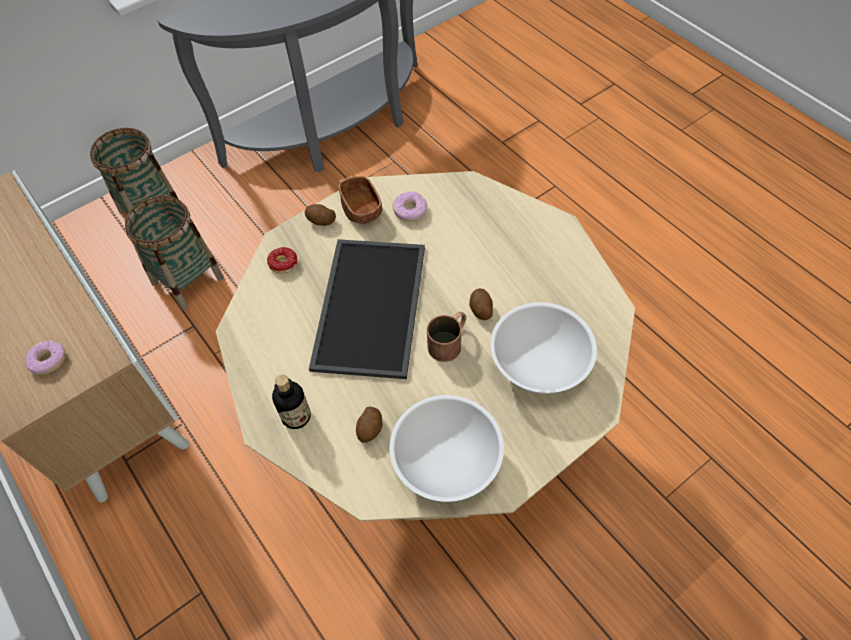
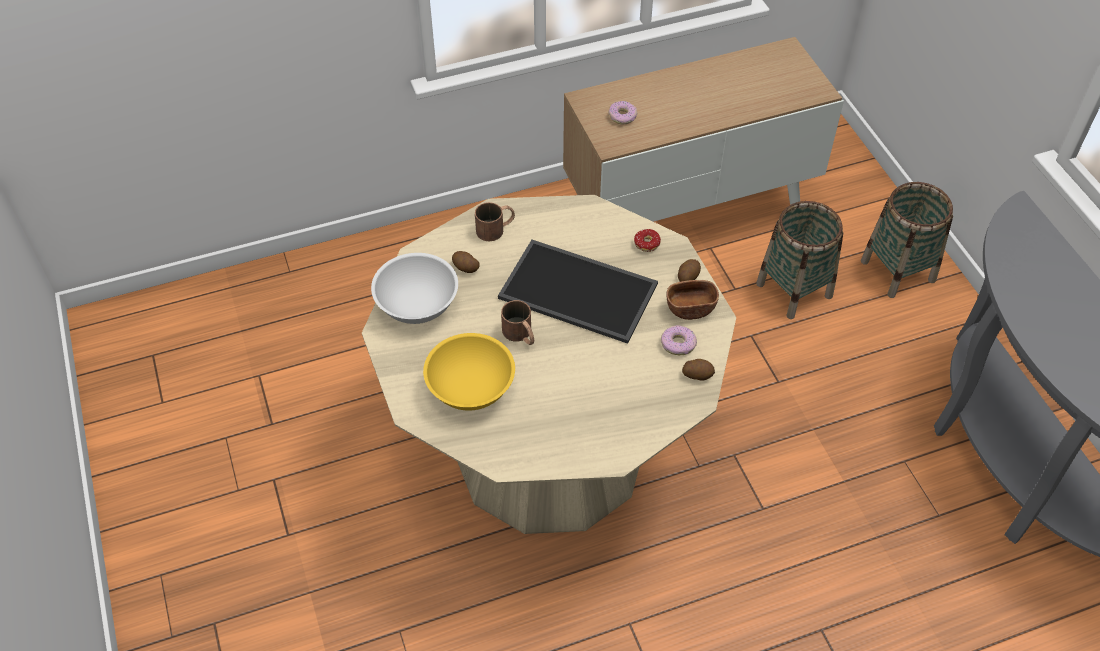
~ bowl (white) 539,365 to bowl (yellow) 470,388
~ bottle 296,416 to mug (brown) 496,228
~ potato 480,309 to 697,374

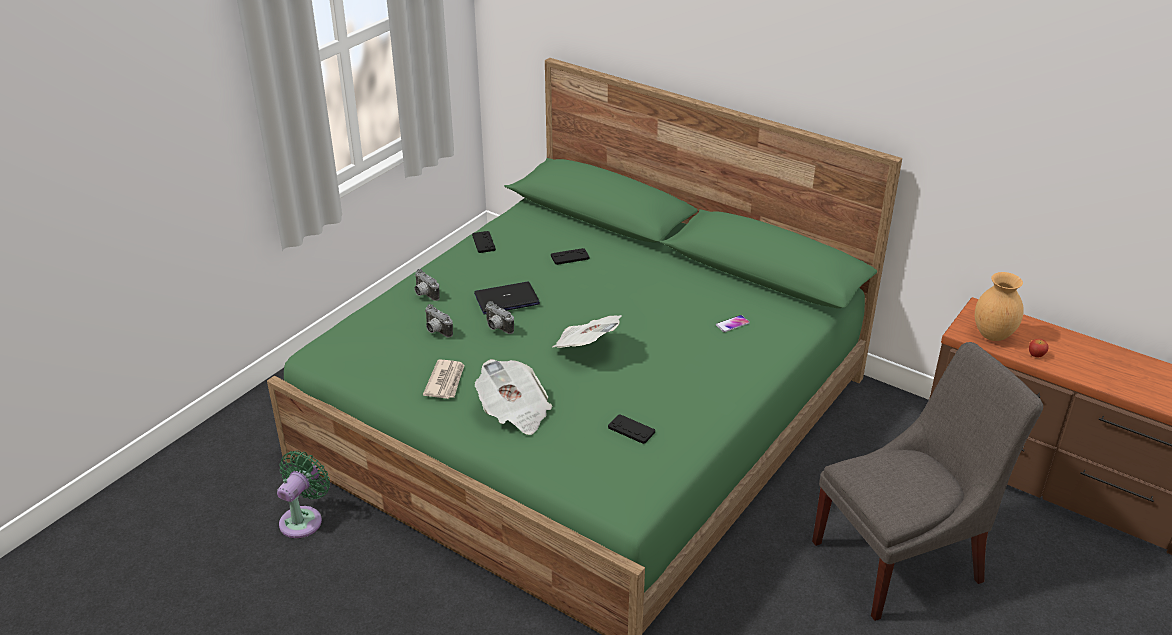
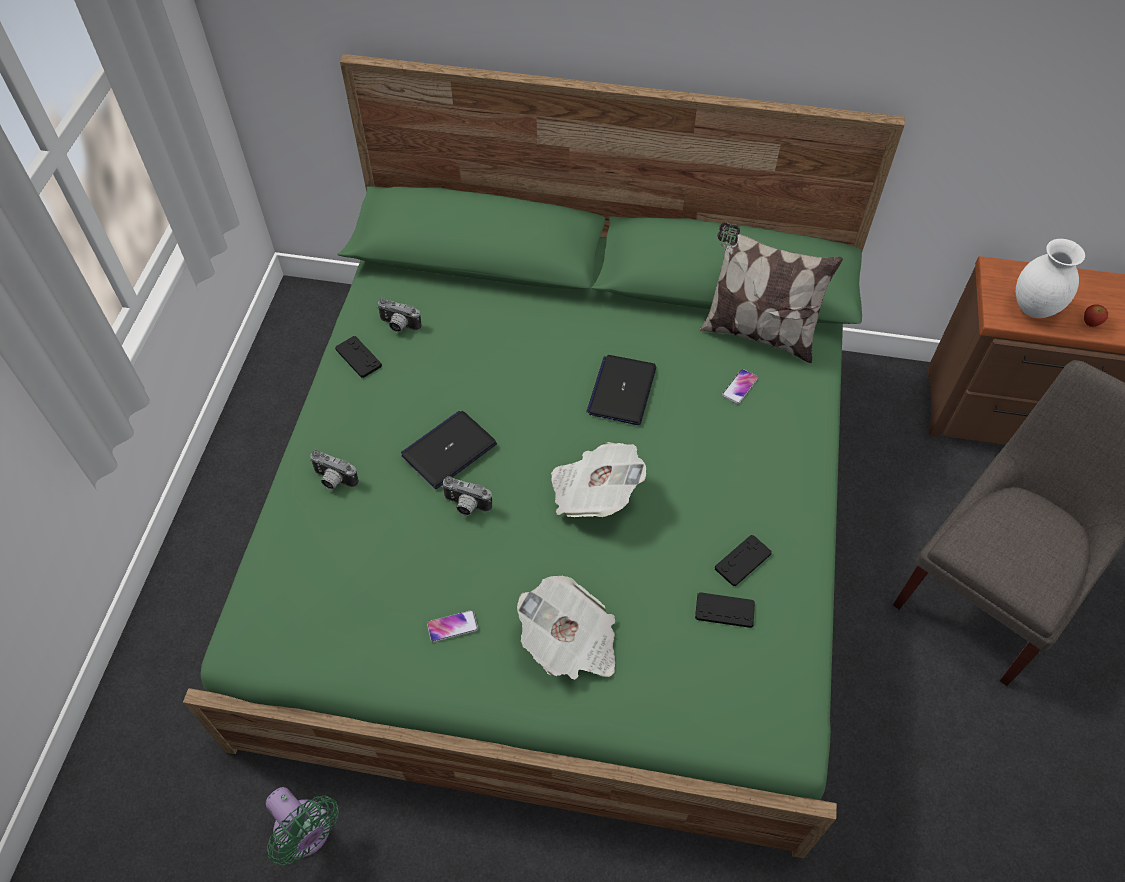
~ fan (green) 303,519 = 306,834 135 degrees clockwise
~ photo camera 436,331 to 398,326
~ newspaper 446,381 to phone 452,626
+ laptop 622,390
+ pillow 757,333
~ game controller (black) 570,257 to 742,561
~ vase (brown) 992,335 to vase (white) 1032,308

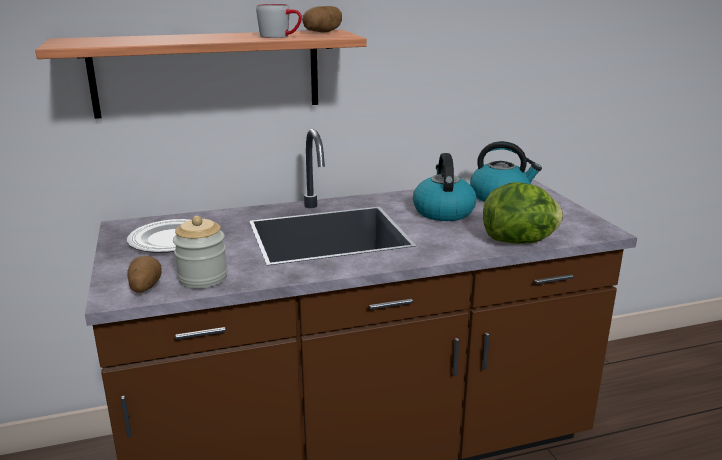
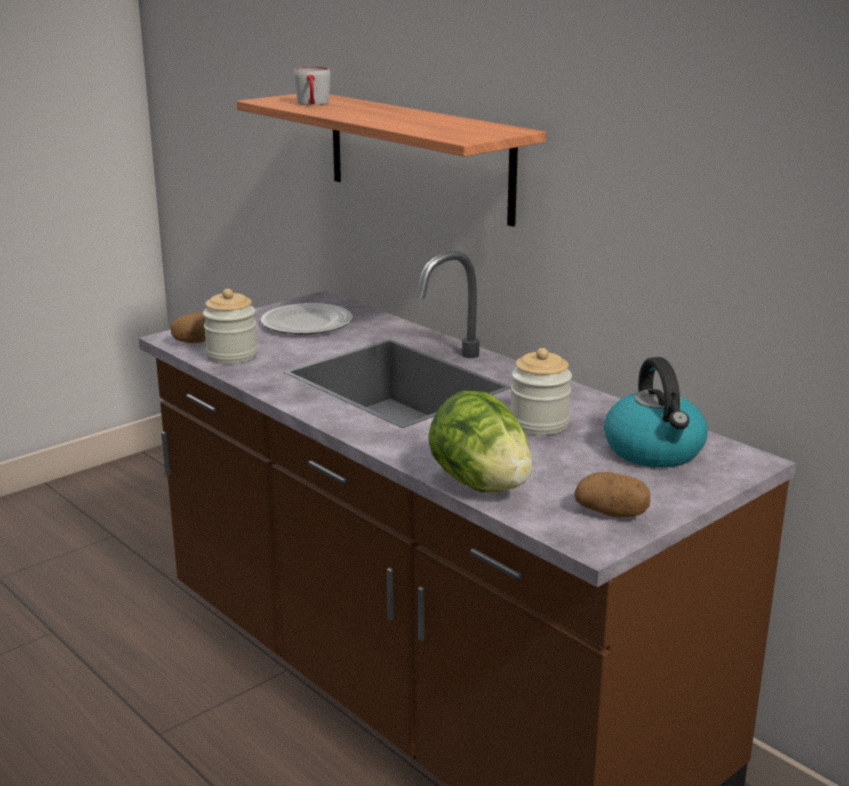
~ mug (grey) 281,36 to 313,104
~ kettle 443,211 to jar 539,424
~ potato 322,32 to 612,513

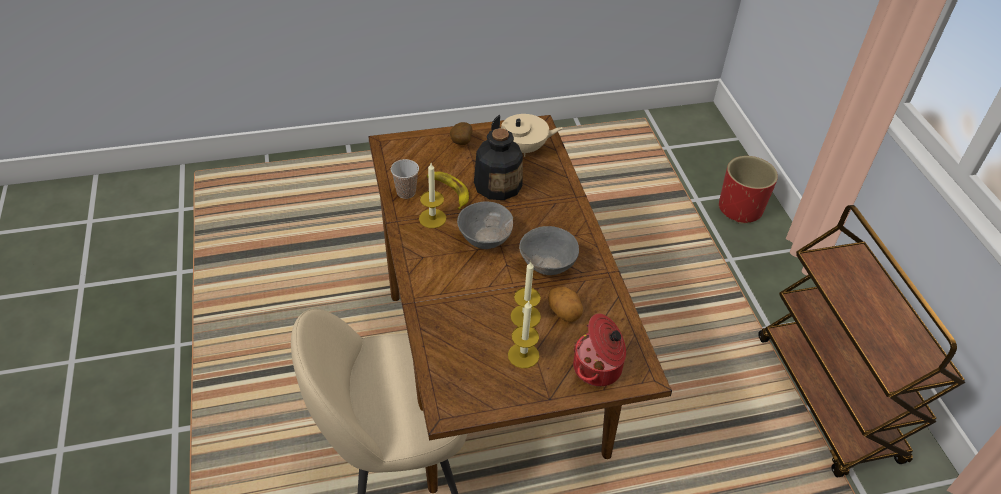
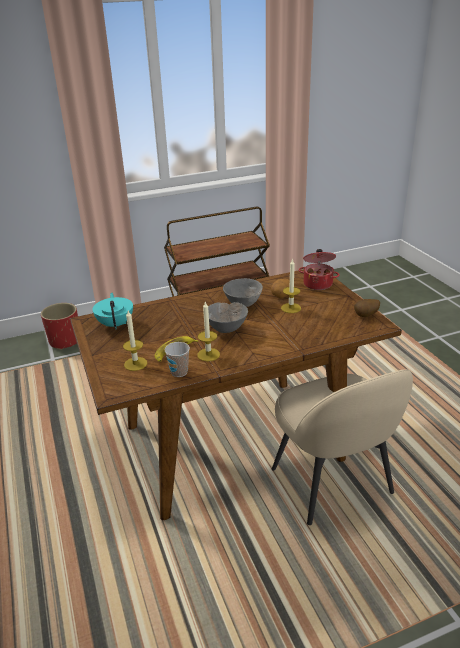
~ teapot (beige) 524,148 to teapot (turquoise) 116,324
~ candle 523,355 to 135,364
~ potato 460,143 to 366,316
- bottle 498,184

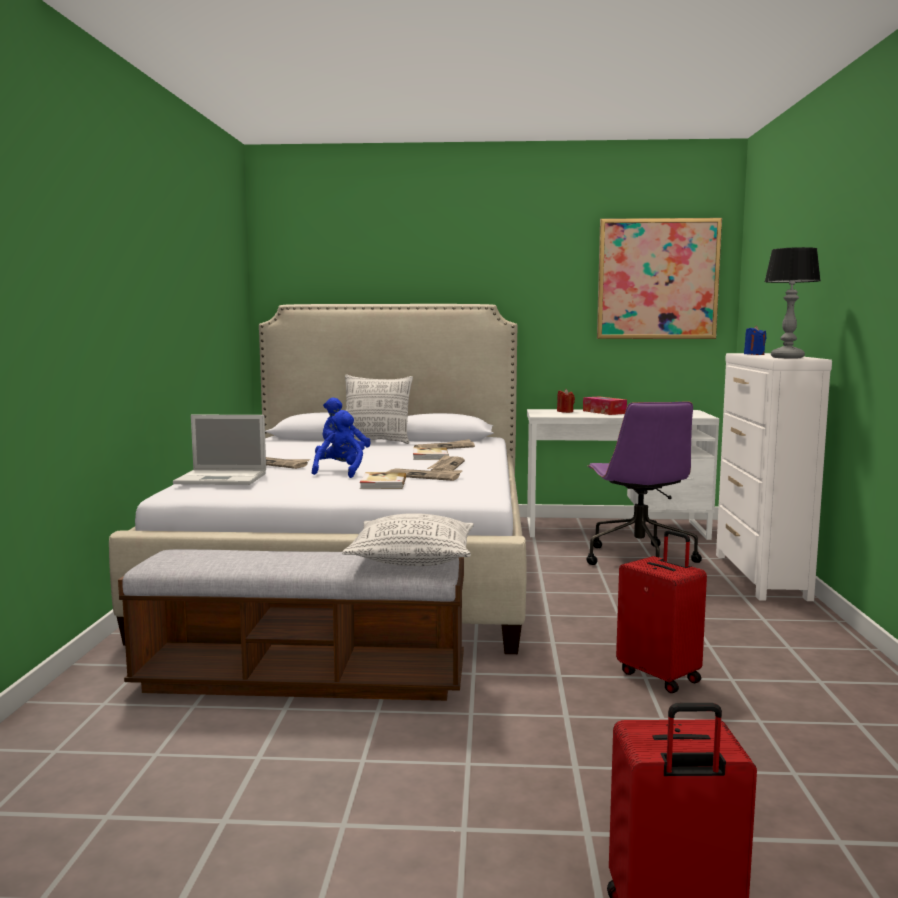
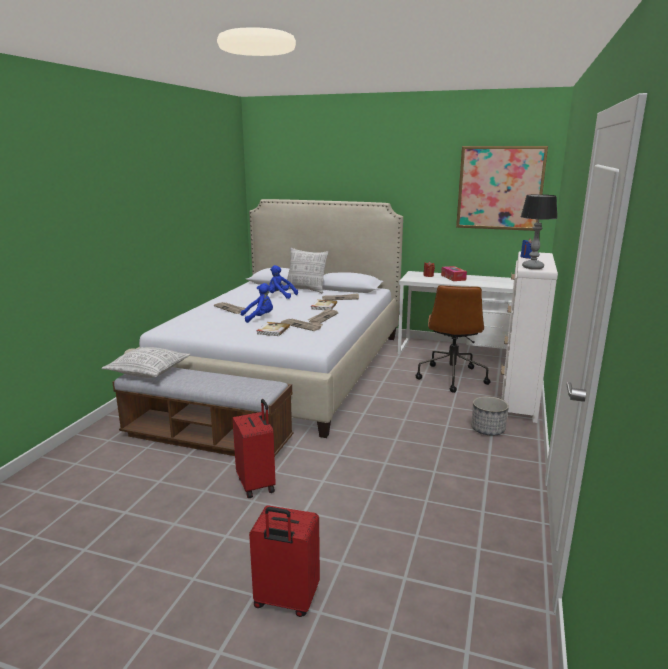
~ pillow 413,559 to 149,371
~ suitcase (red) 660,676 to 257,484
~ plush toy (blue) 339,472 = 259,318 45 degrees clockwise
~ office chair (purple) 638,558 to office chair (brown) 451,377
+ planter 488,430
- laptop 223,478

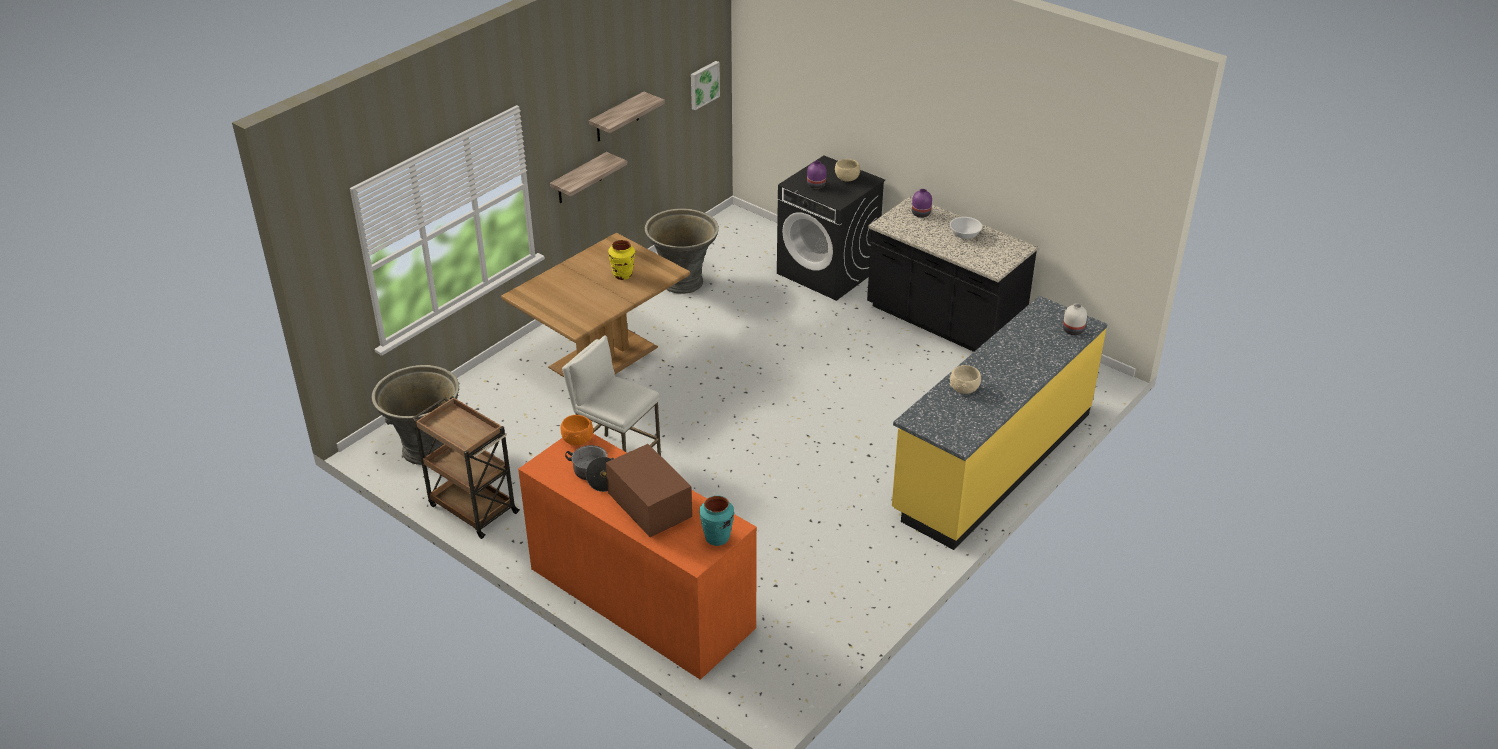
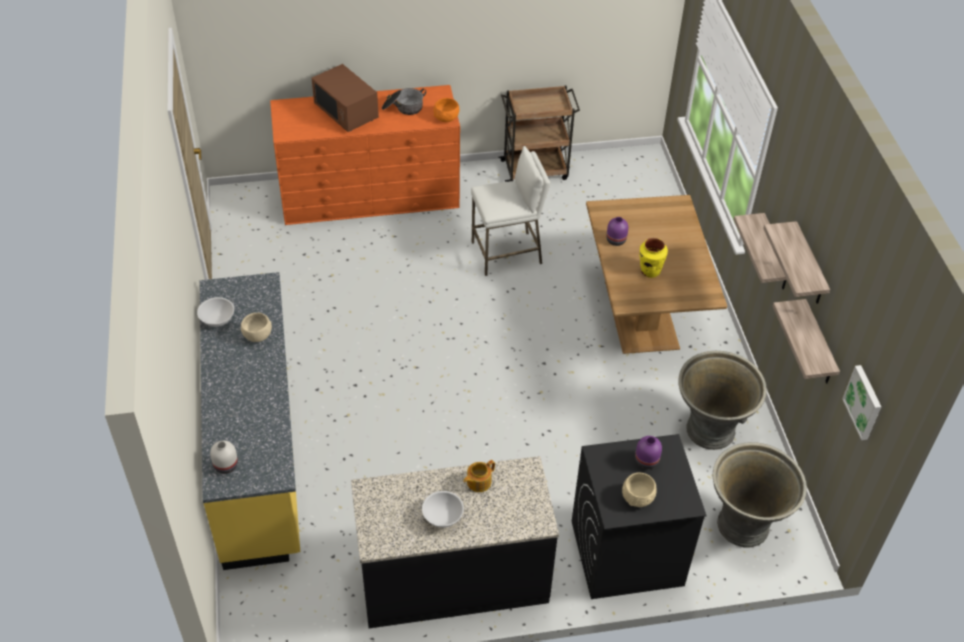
+ bowl (white) 217,319
~ microwave (brown) 649,508 = 346,112 45 degrees clockwise
+ teapot 478,482
~ vase (purple) 921,214 to 615,240
~ planter (grey) 426,448 to 744,525
+ shelf 818,345
- vase (turquoise) 717,537

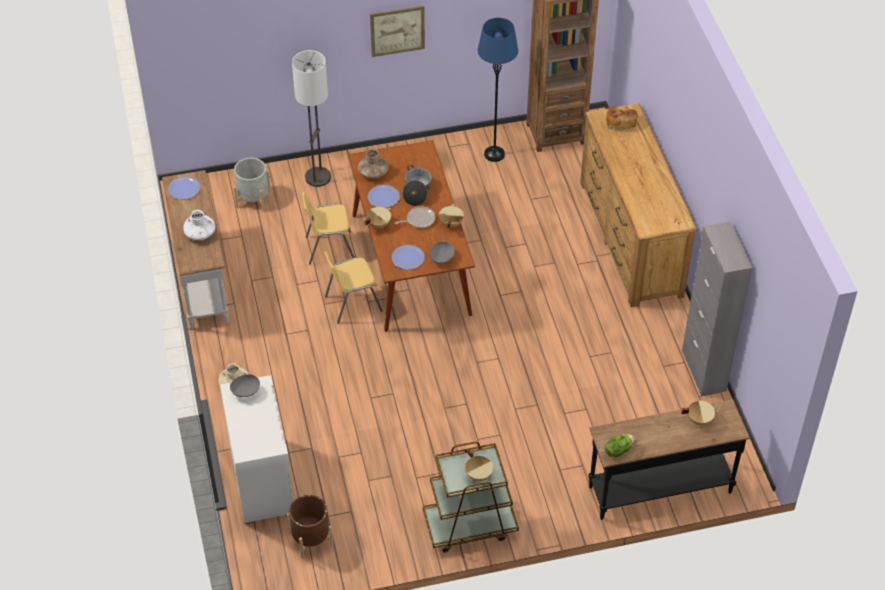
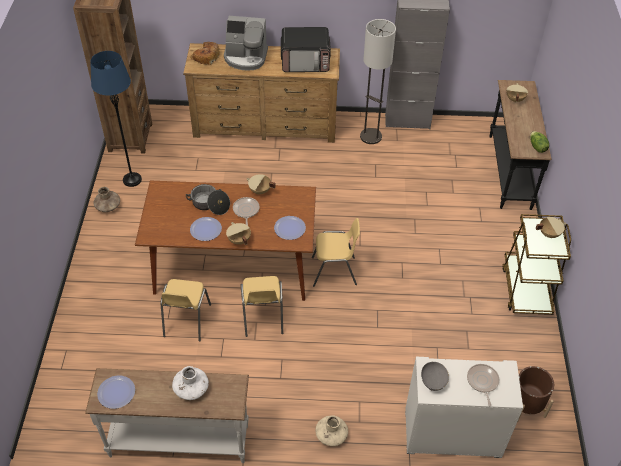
~ vase (brown) 373,172 to 108,206
+ coffee machine 246,57
+ microwave 305,61
+ chair (yellow) 334,271
~ floor lamp 317,177 to 370,136
+ frying pan 482,382
- planter (grey) 253,199
- picture 397,30
- bowl (grey) 442,259

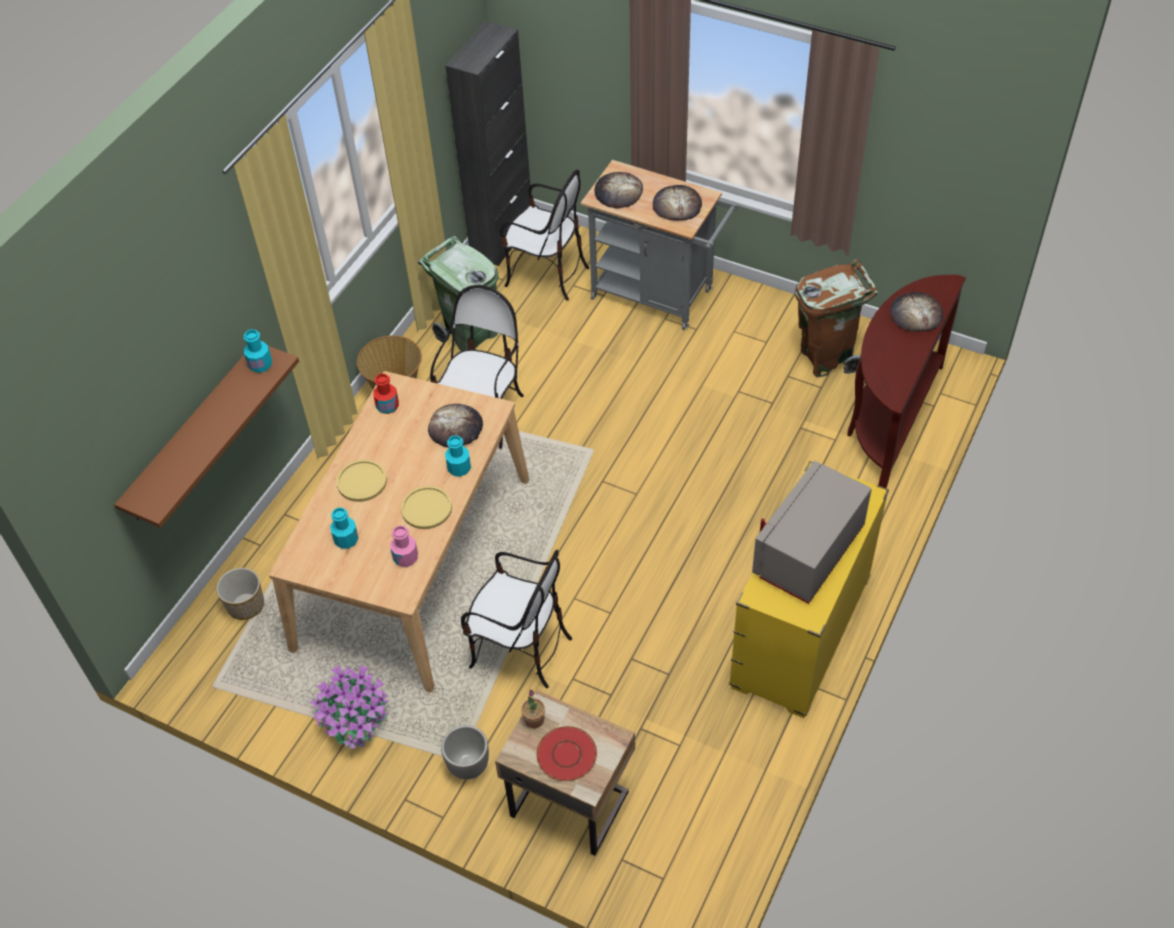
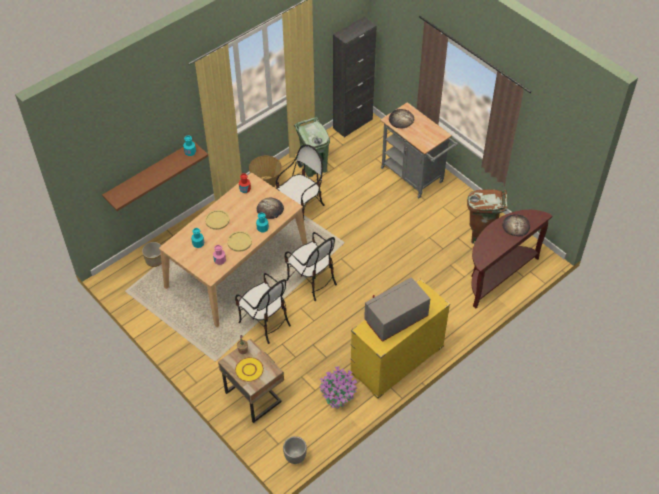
~ plate (red) 567,755 to plate (yellow) 249,370
~ planter 468,767 to 295,457
~ chair 546,275 to 311,281
~ potted plant 354,720 to 337,394
- bread 677,205

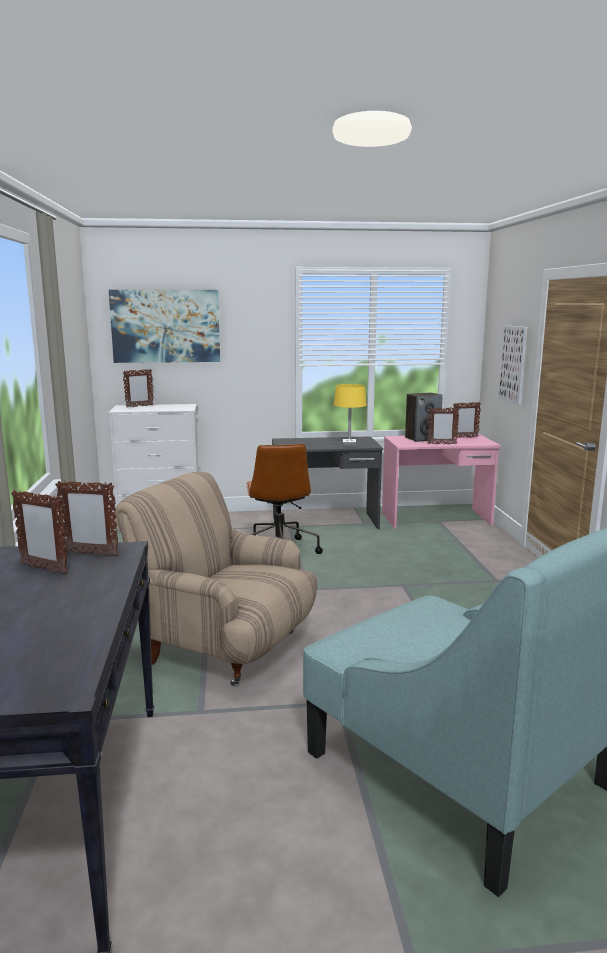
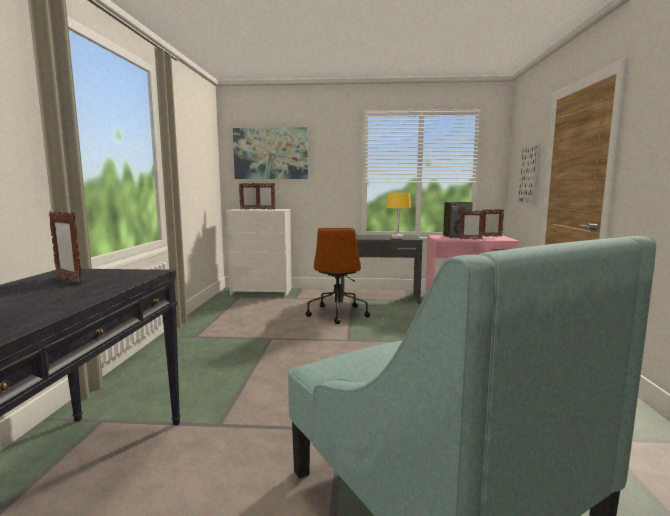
~ picture frame 90,554 to 266,209
- armchair (beige) 224,648

